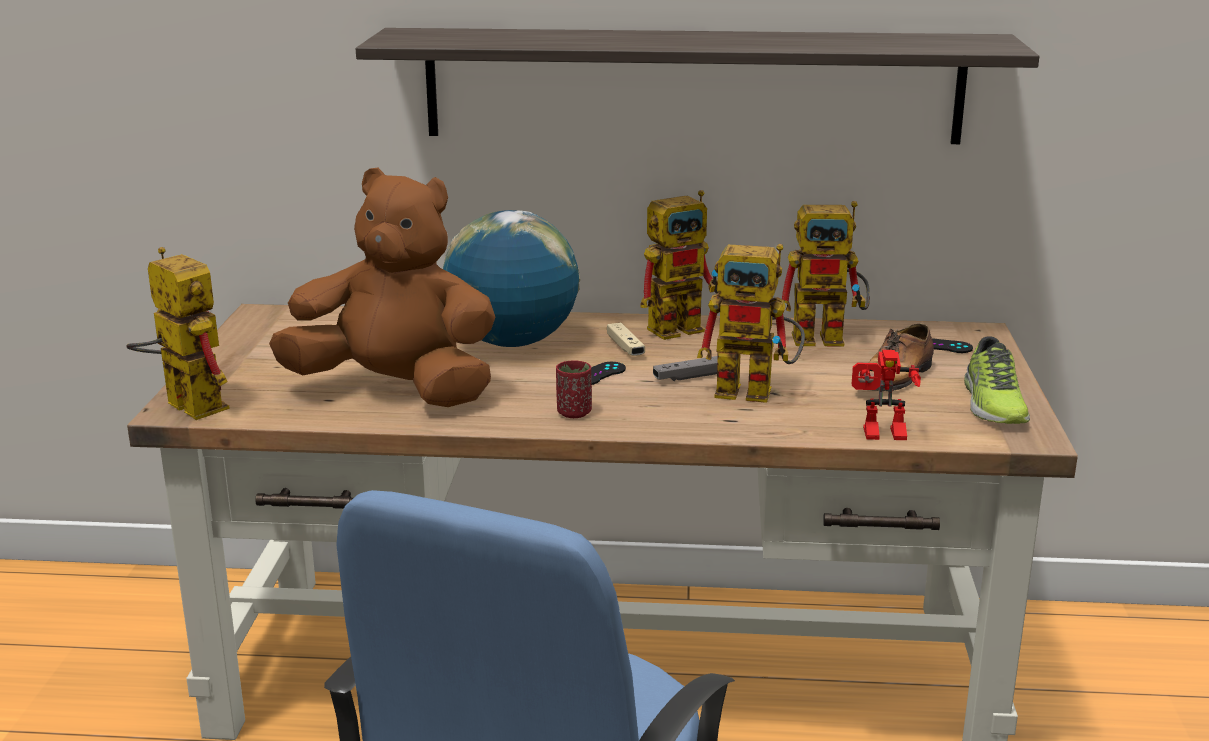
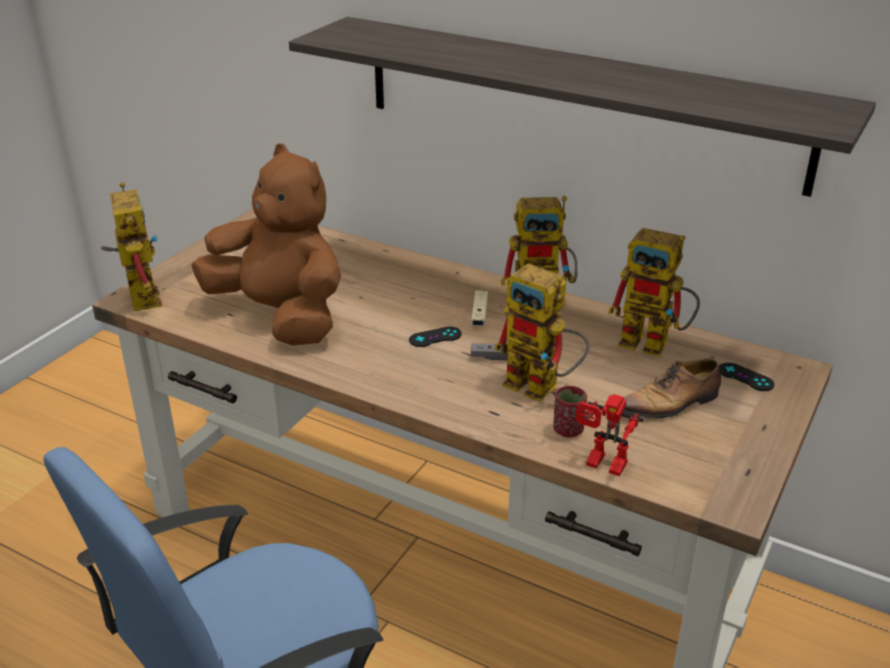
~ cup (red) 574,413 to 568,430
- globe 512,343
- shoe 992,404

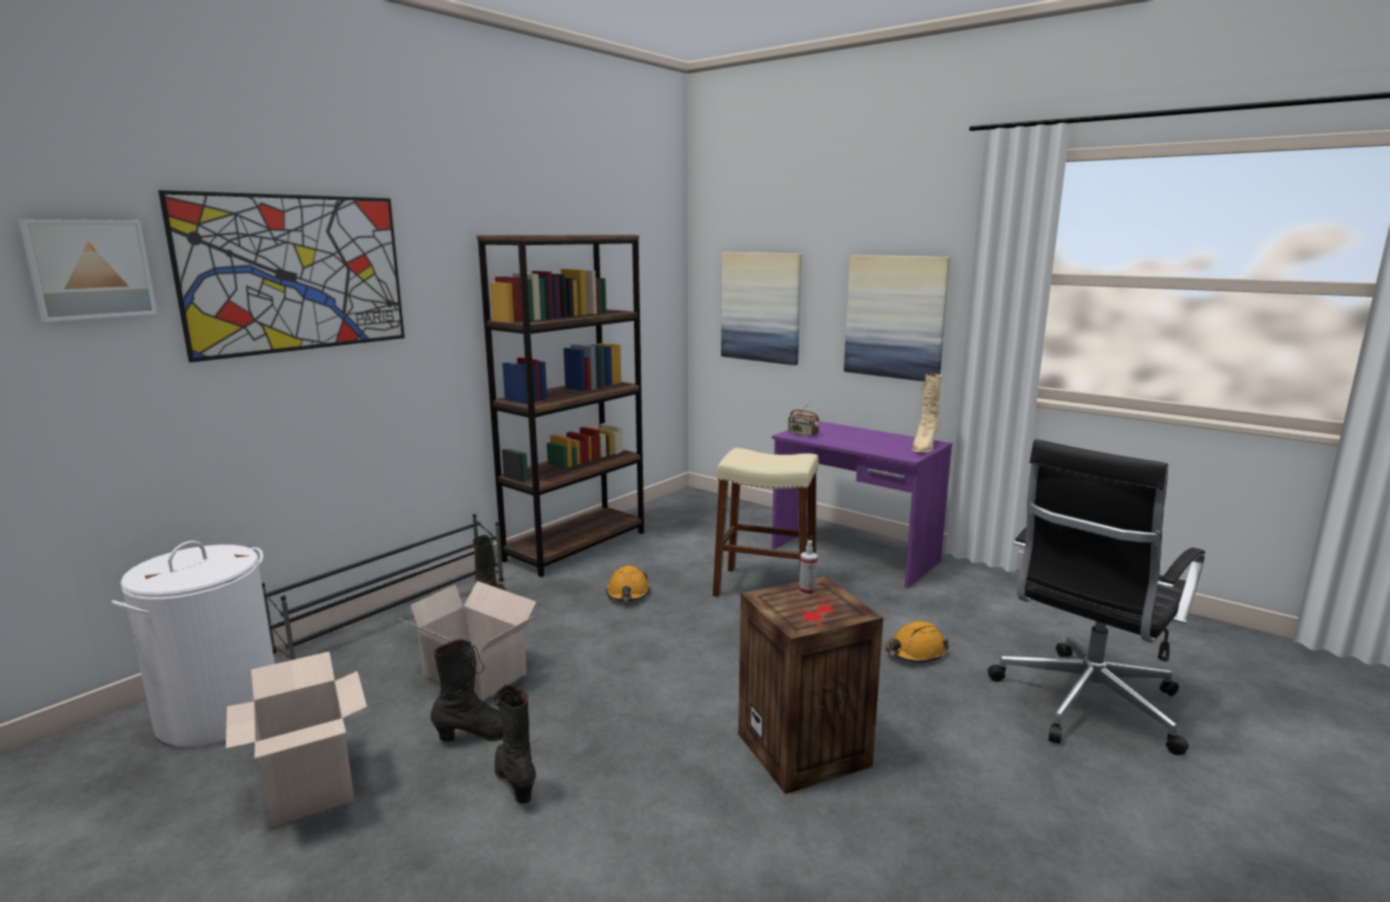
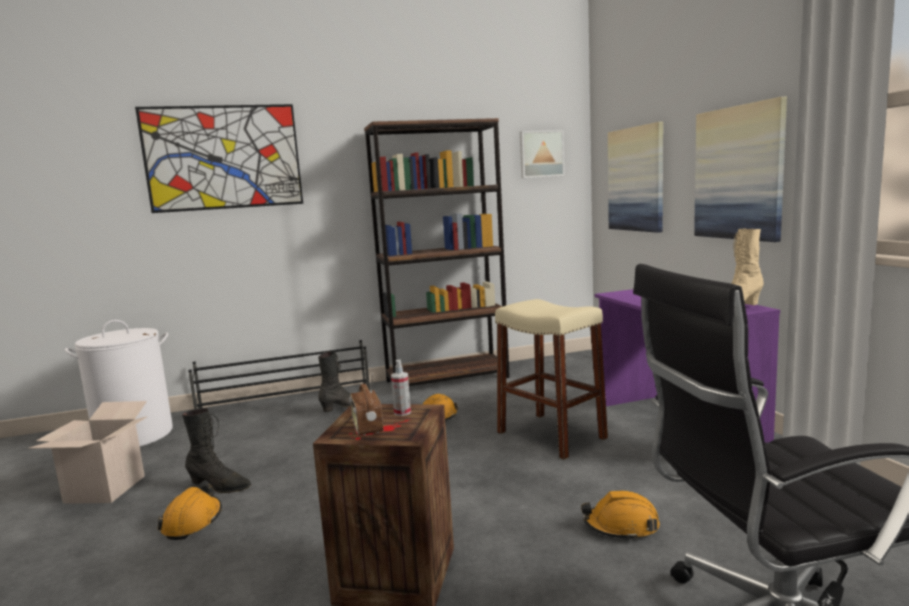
~ boot (black) 515,780 to hard hat (orange) 192,522
~ radio 802,434 to 367,427
~ picture 89,269 to 541,154
- cardboard box 475,675

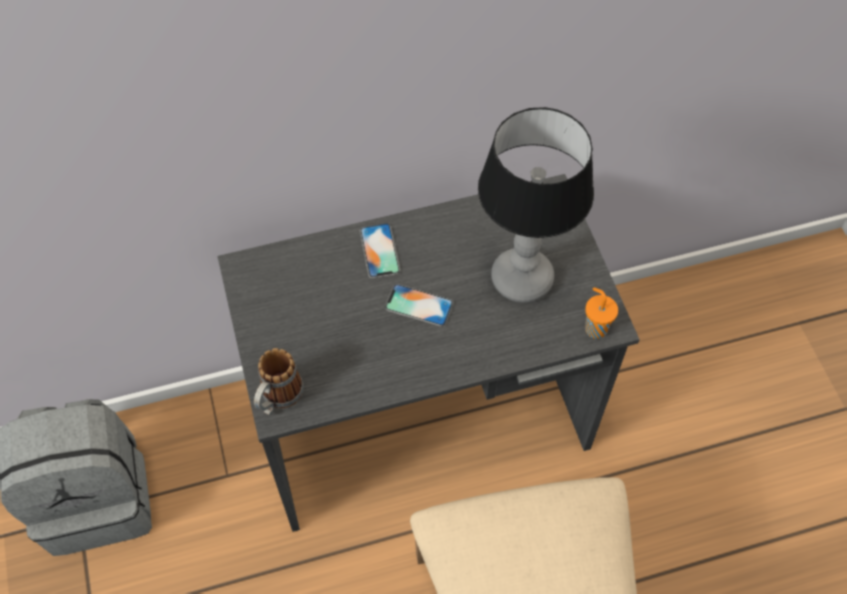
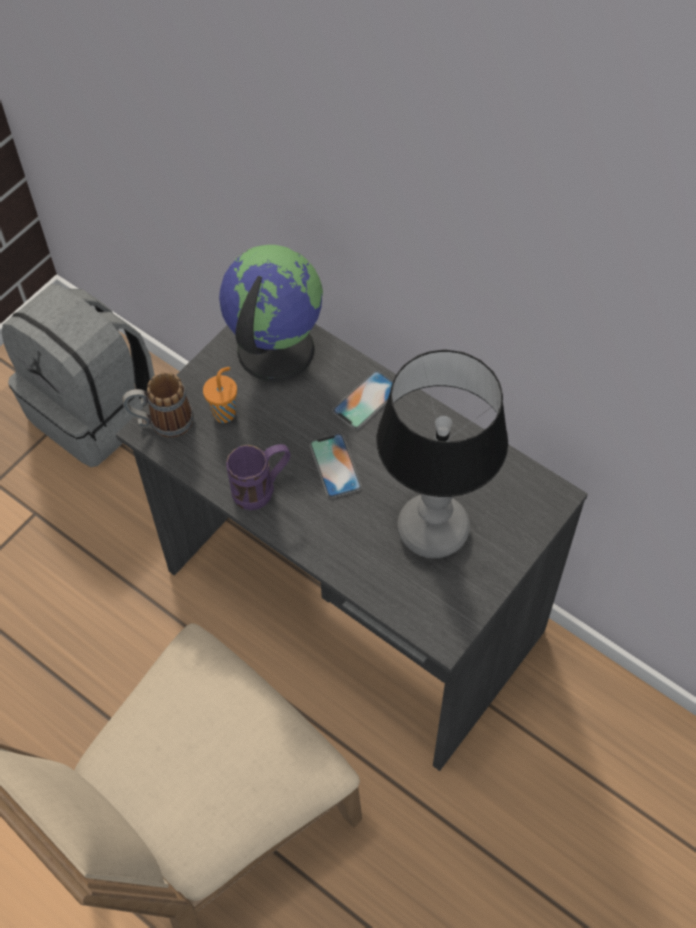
~ cup (orange) 595,328 to 225,412
+ globe 274,349
+ mug (purple) 262,489

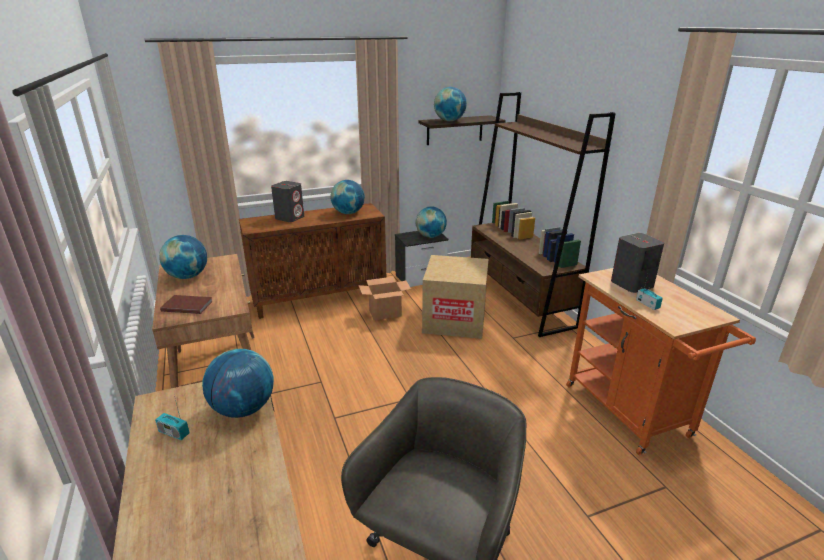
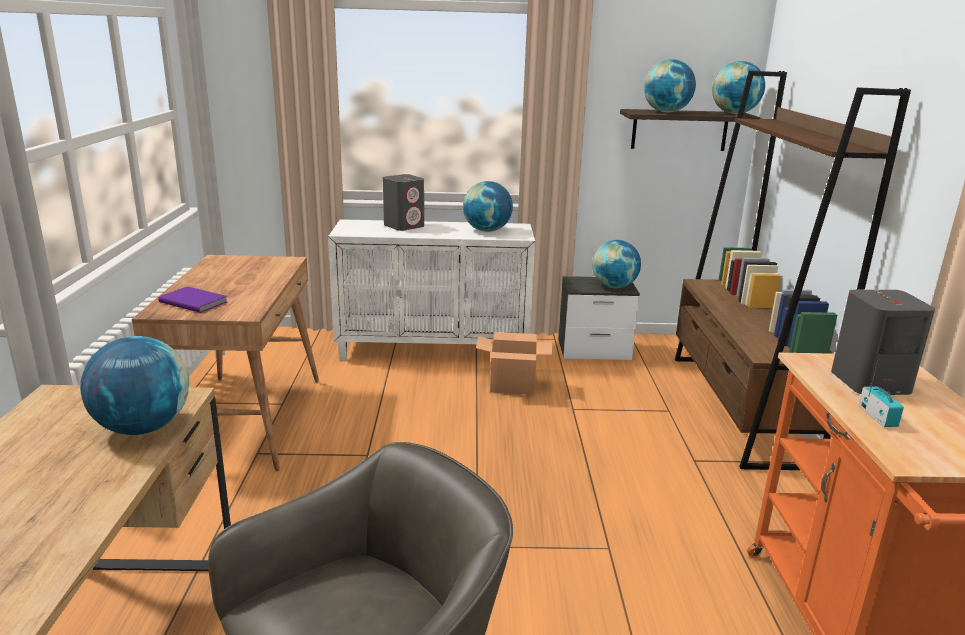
~ book (brown) 187,306 to book (purple) 194,301
~ cabinet (brown) 320,298 to cabinet (white) 434,350
~ globe 188,276 to 734,113
- radio 174,433
- cardboard box 454,320

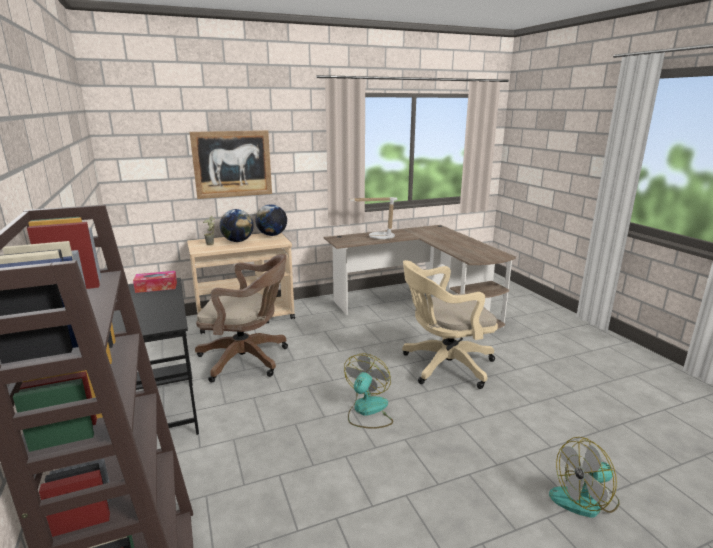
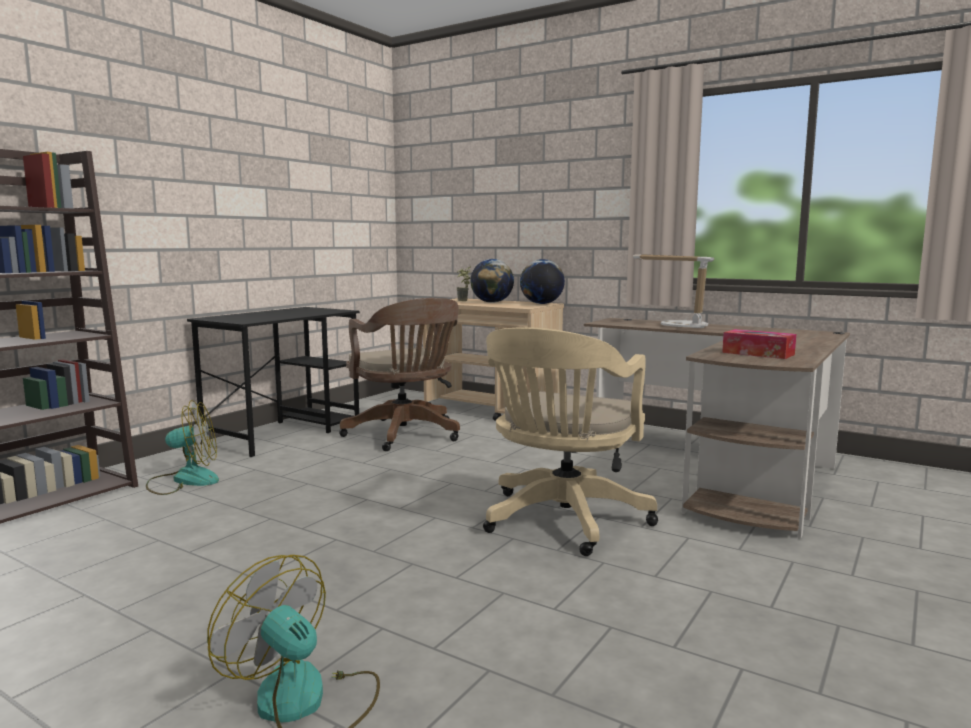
~ fan 367,411 to 184,480
~ office chair (beige) 443,366 = 562,522 105 degrees counterclockwise
~ tissue box 156,287 to 758,353
- picture 232,164

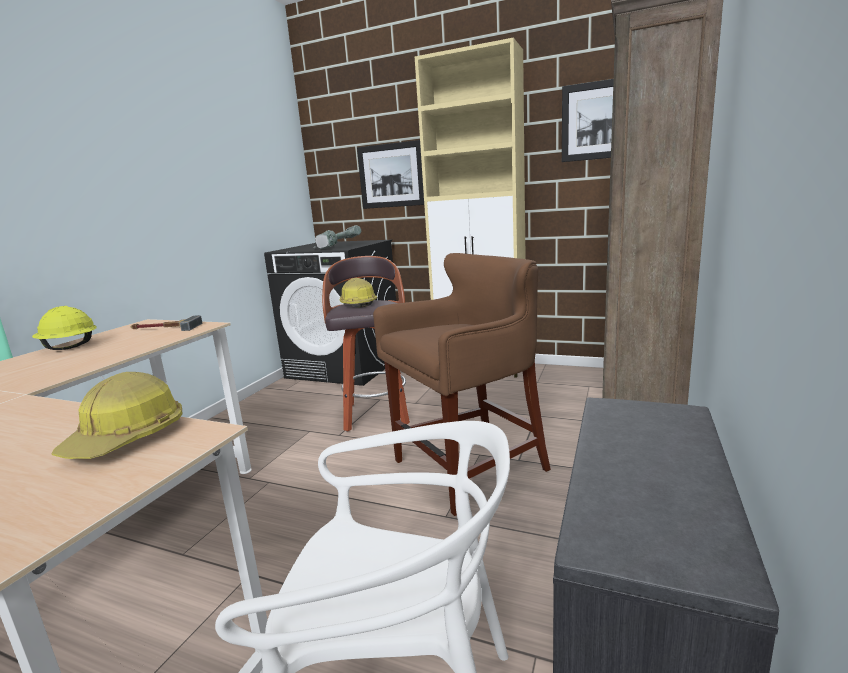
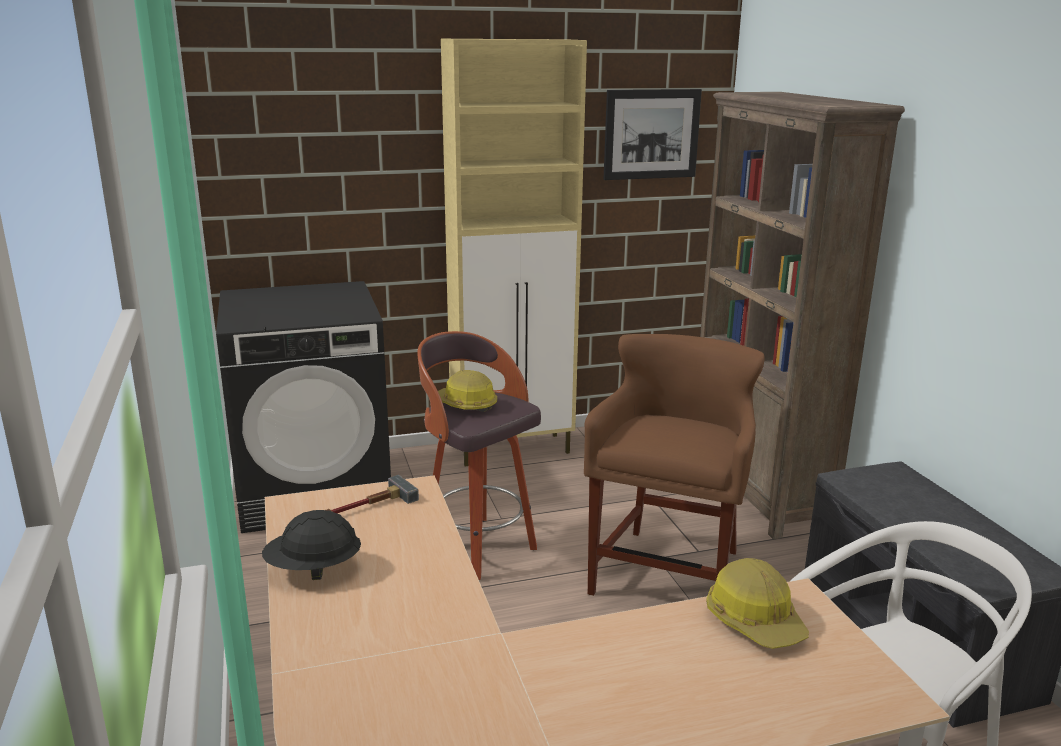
~ hard hat (yellow) 69,347 to hard hat (black) 313,570
- power drill 337,247
- picture 391,175

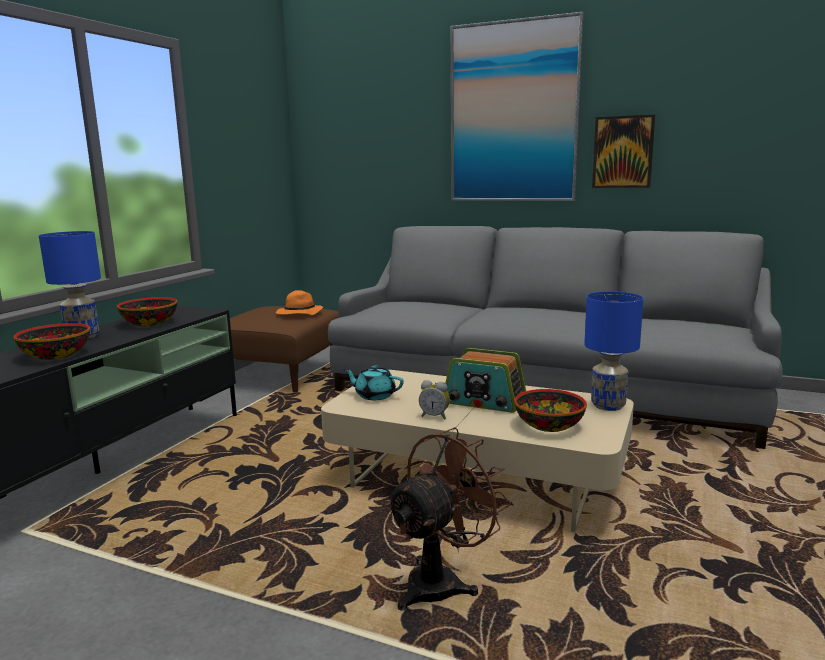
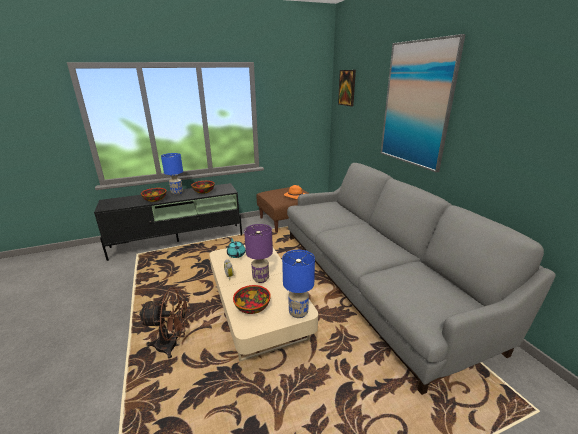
~ radio 484,401 to table lamp (purple) 261,279
~ picture 623,152 to 347,88

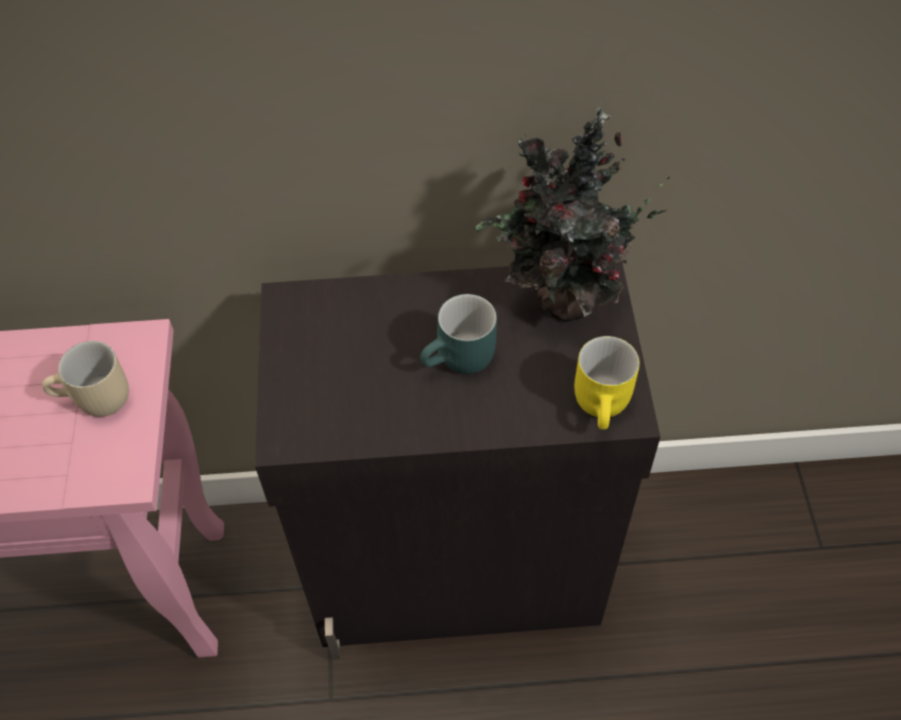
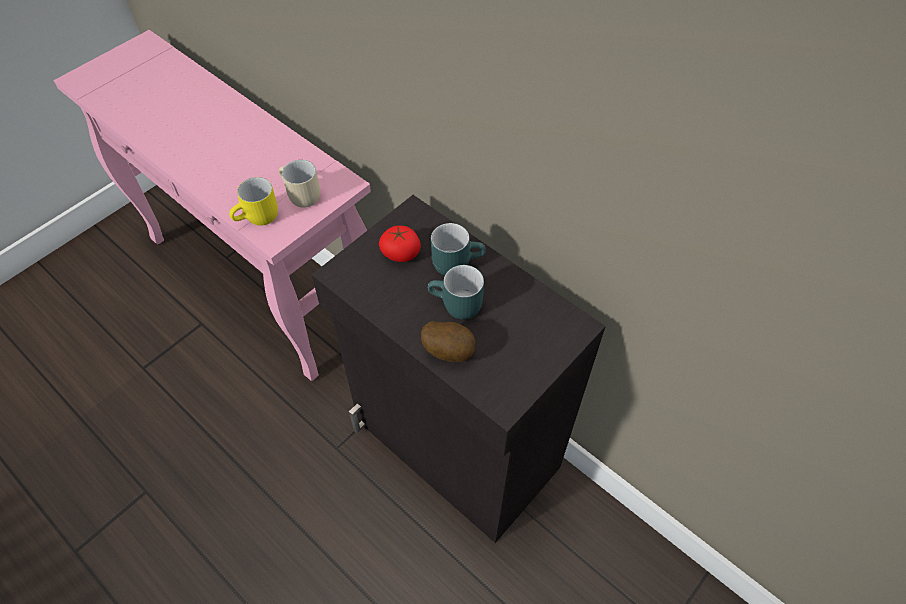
~ mug (yellow) 605,405 to 259,219
+ tomato 400,253
+ potato 449,351
+ mug (turquoise) 456,261
- potted plant 562,303

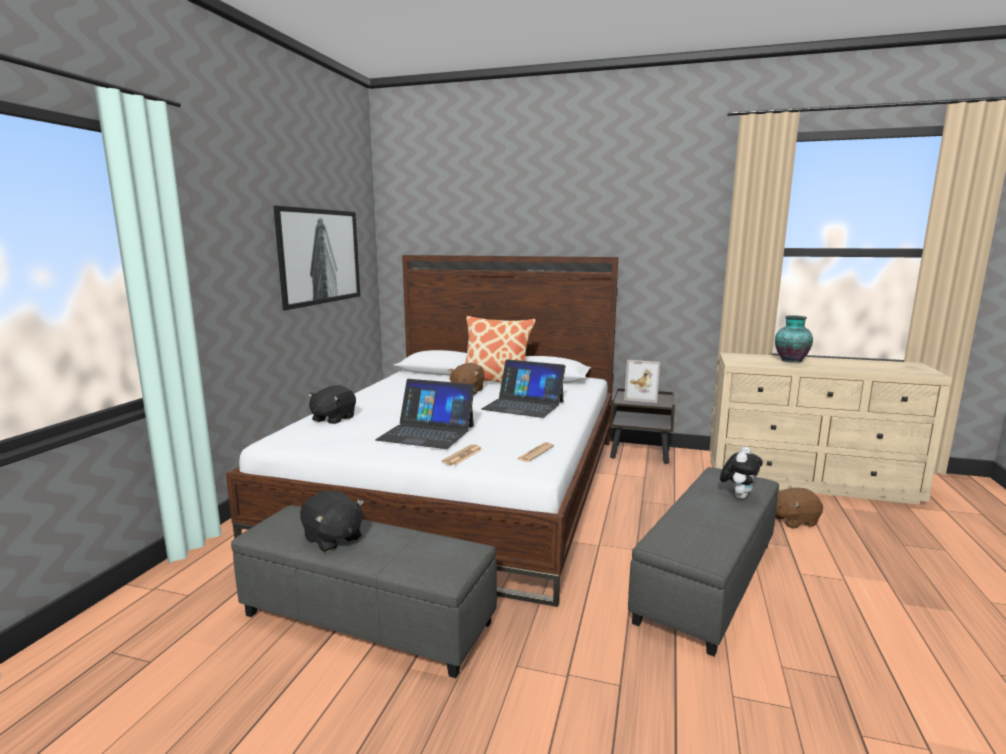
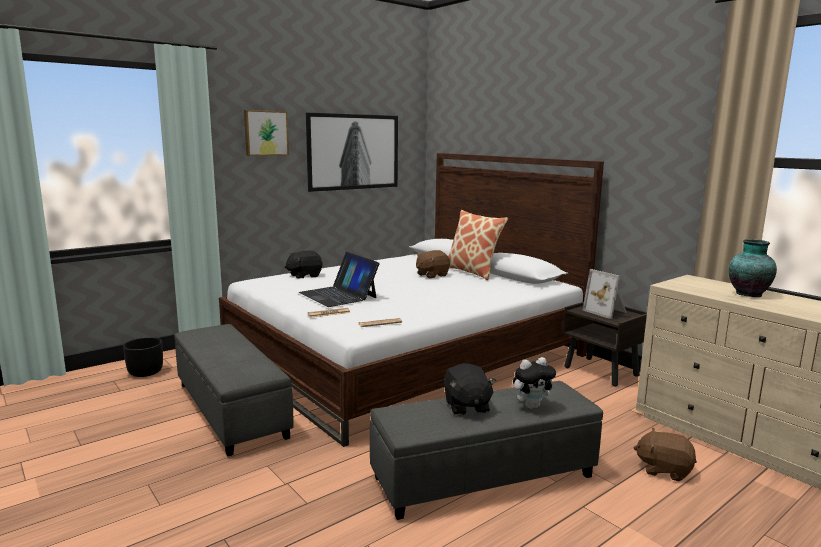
+ planter (black) 145,372
+ picture 265,133
~ plush toy (black) 332,539 to 466,406
- laptop 523,405

